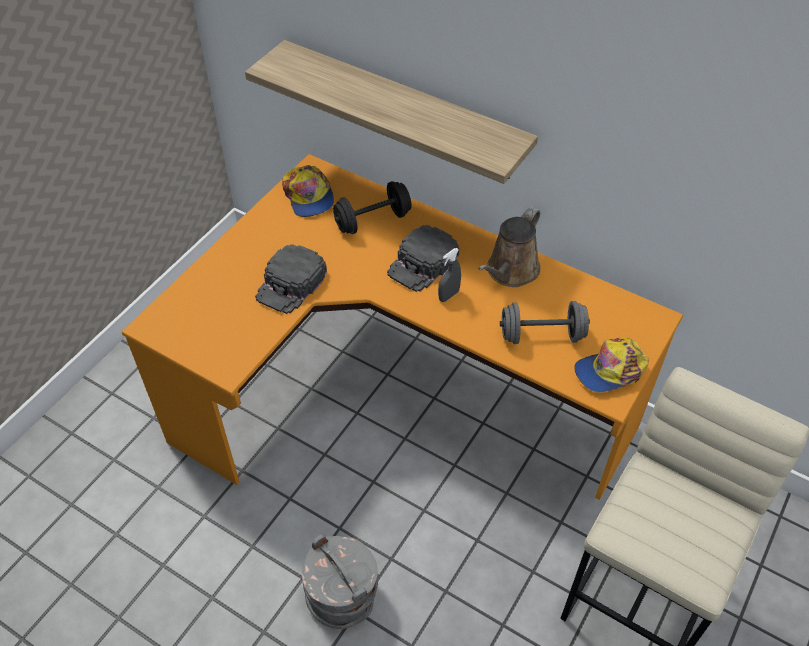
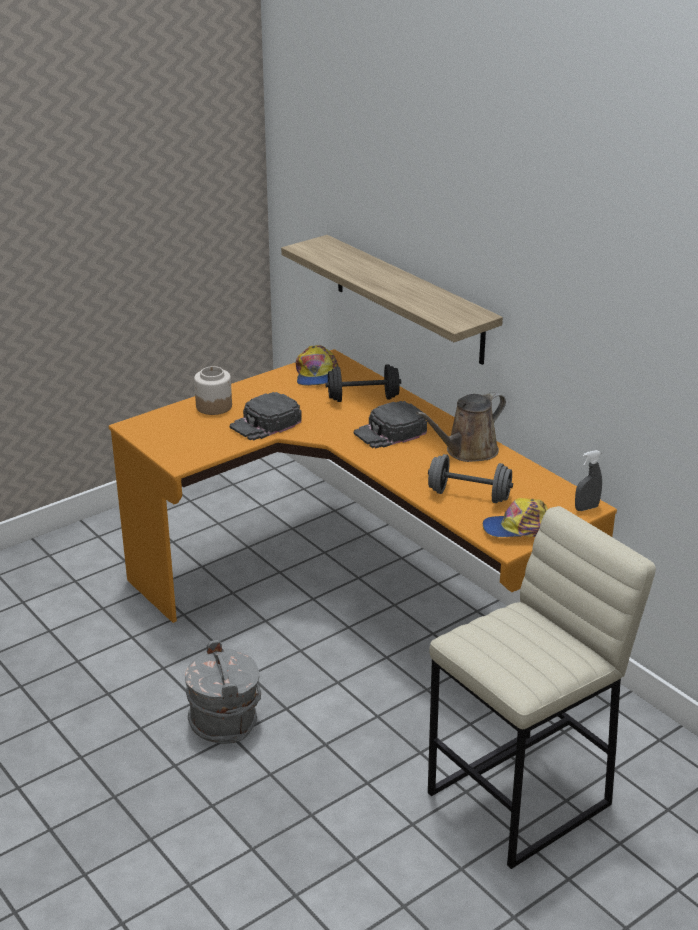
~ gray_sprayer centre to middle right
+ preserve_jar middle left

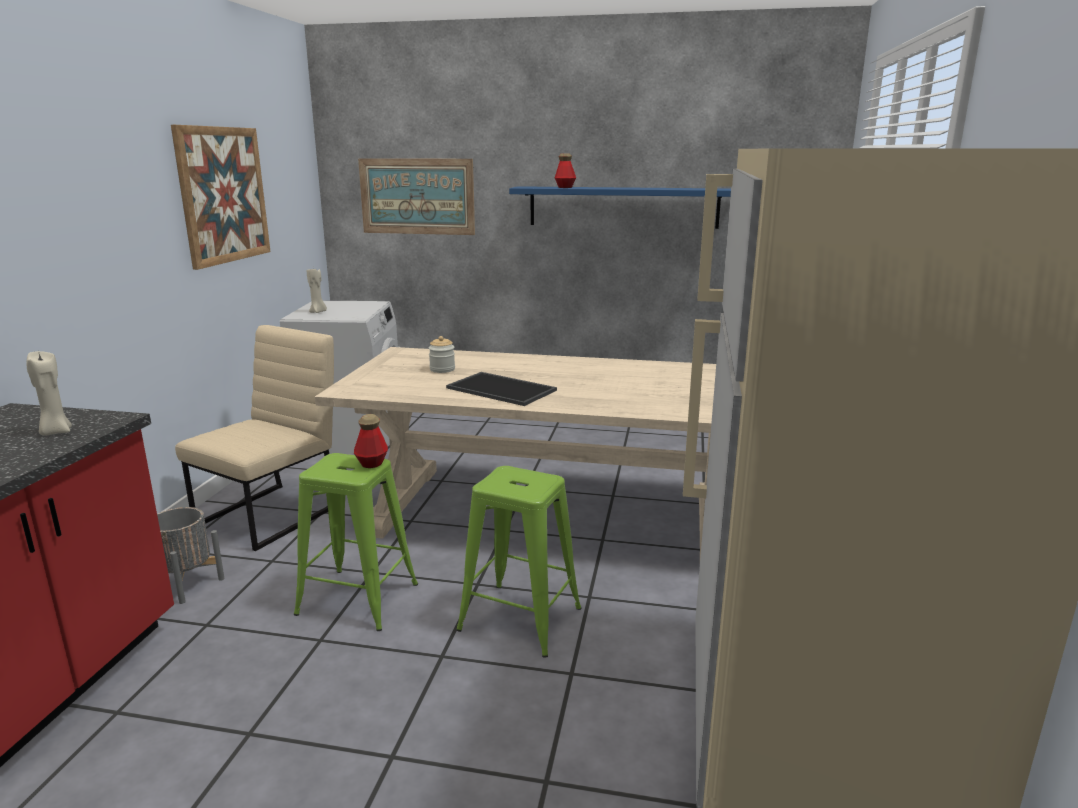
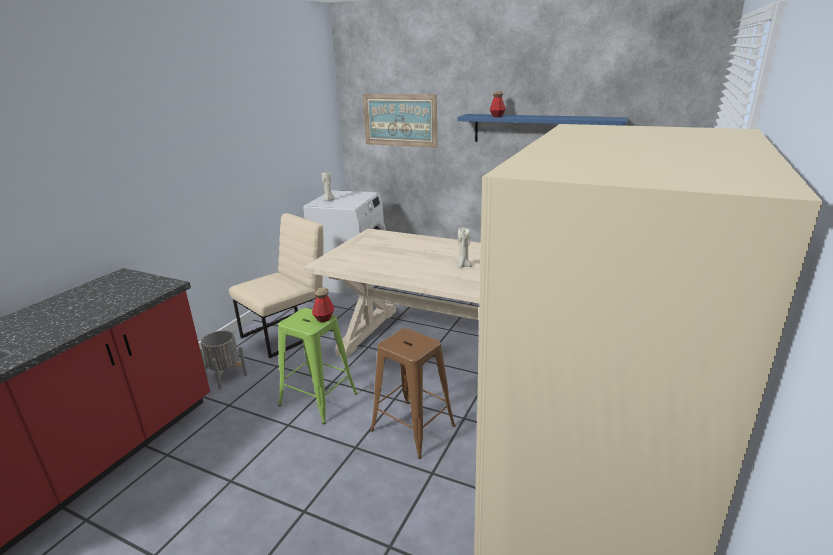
~ sand-coloured_wax_light (no. 1 from left in the first image) middle left to sand-coloured_wax_light (no. 2 from left) centre
- picture (no. 1 from left) top left
- preserve_jar centre
- carrying_tray centre
~ green-coloured_stool (no. 2 from left) bottom centre to brown-coloured_stool bottom centre

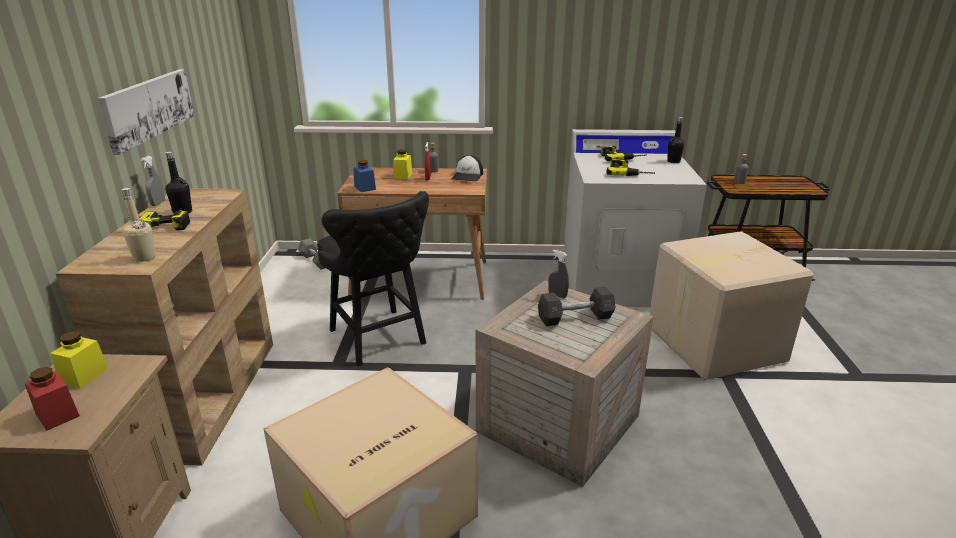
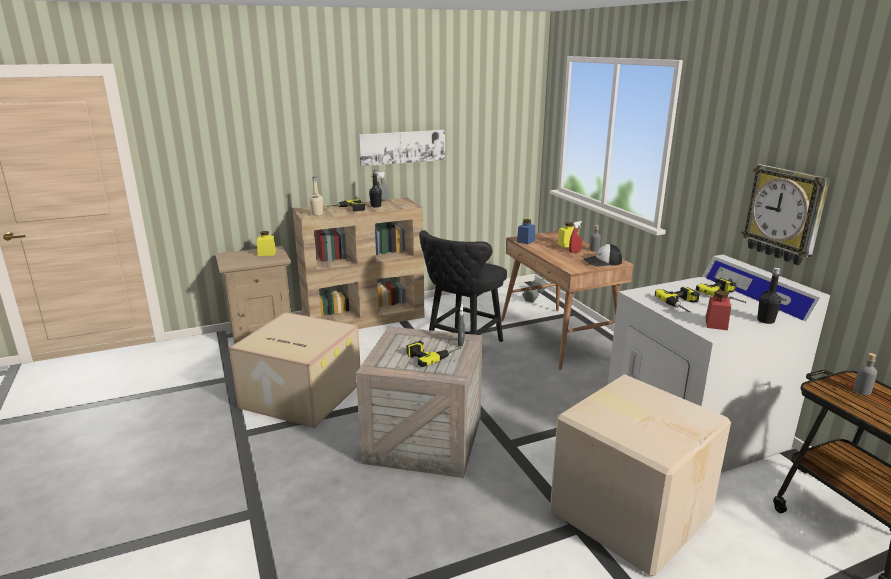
~ reddish_preserve_jar bottom left to middle right
~ gray_hand_weight (no. 2 from left) centre to electric_drill (no. 2 from left) centre
+ wall_clock middle right

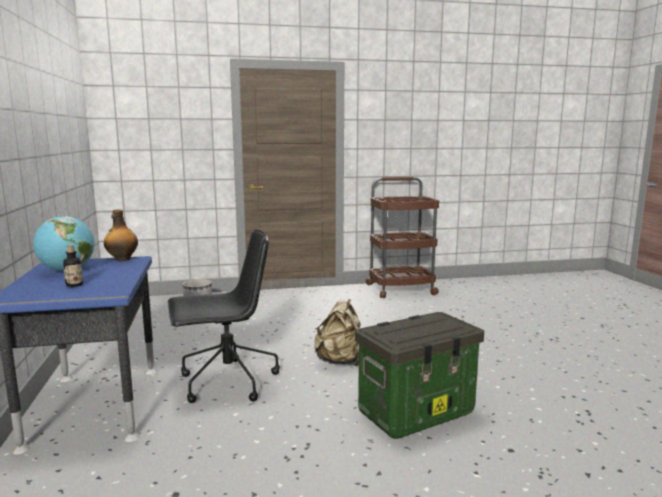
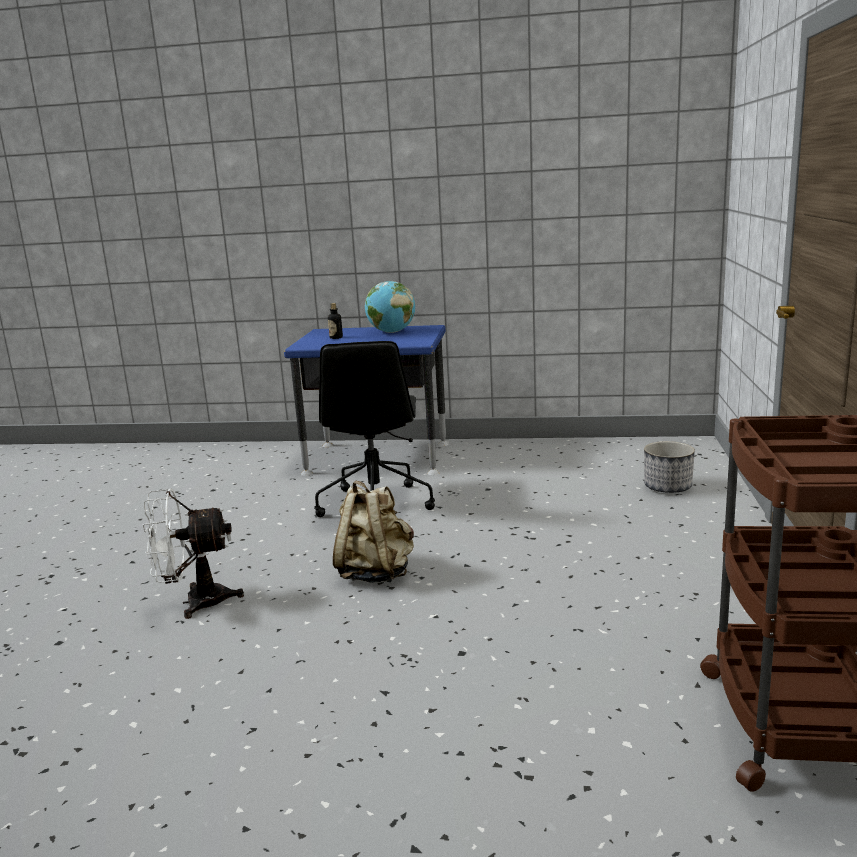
- drink_bottle (no. 2 from left) middle left
~ storage_container bottom centre to whitish_fan middle left

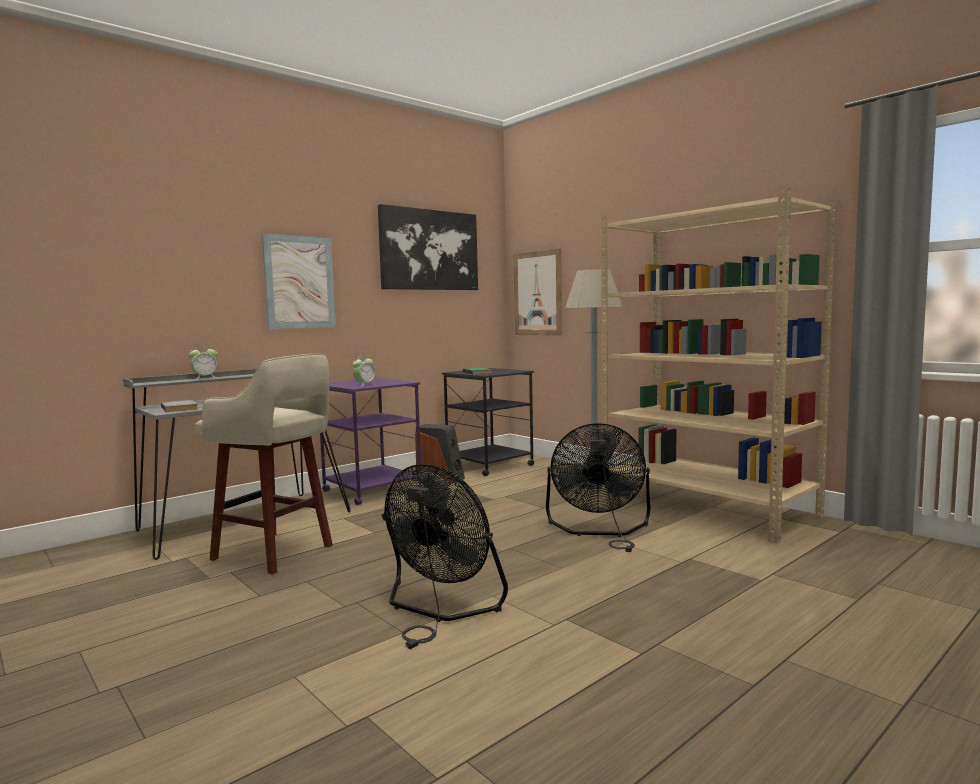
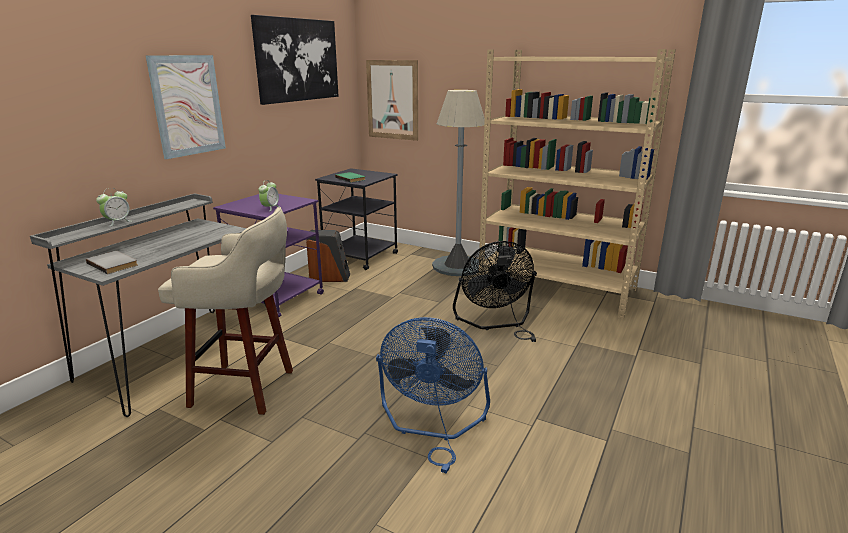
~ black-coloured_fan (no. 1 from left) bottom centre to blue-coloured_fan bottom centre

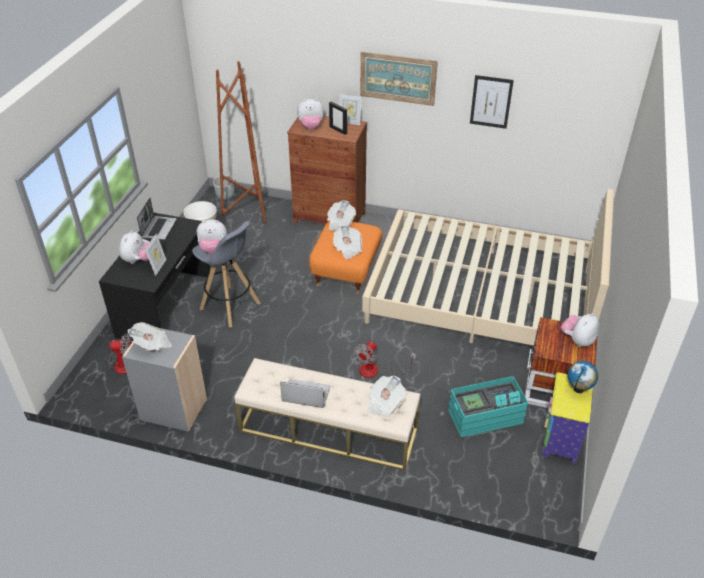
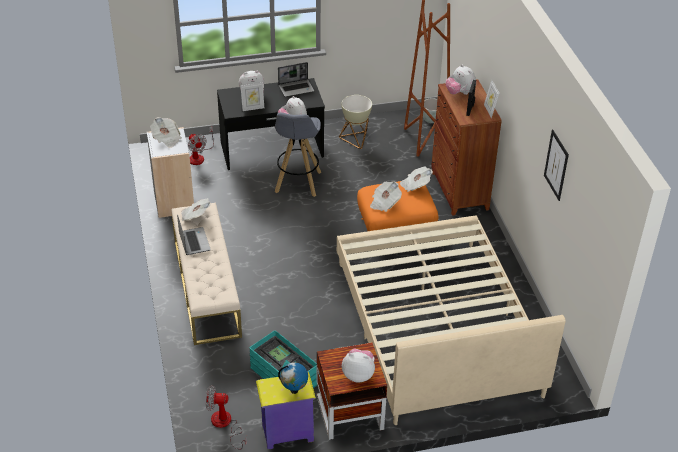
~ fan (no. 2 from left) centre to bottom centre
- picture (no. 1 from left) top centre
~ printed_paper (no. 4 from left in the first image) bottom centre to printed_paper (no. 2 from left) middle left

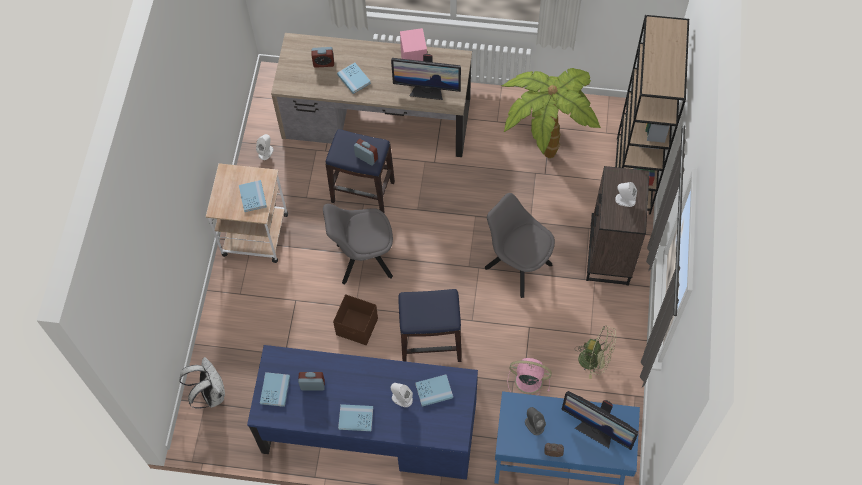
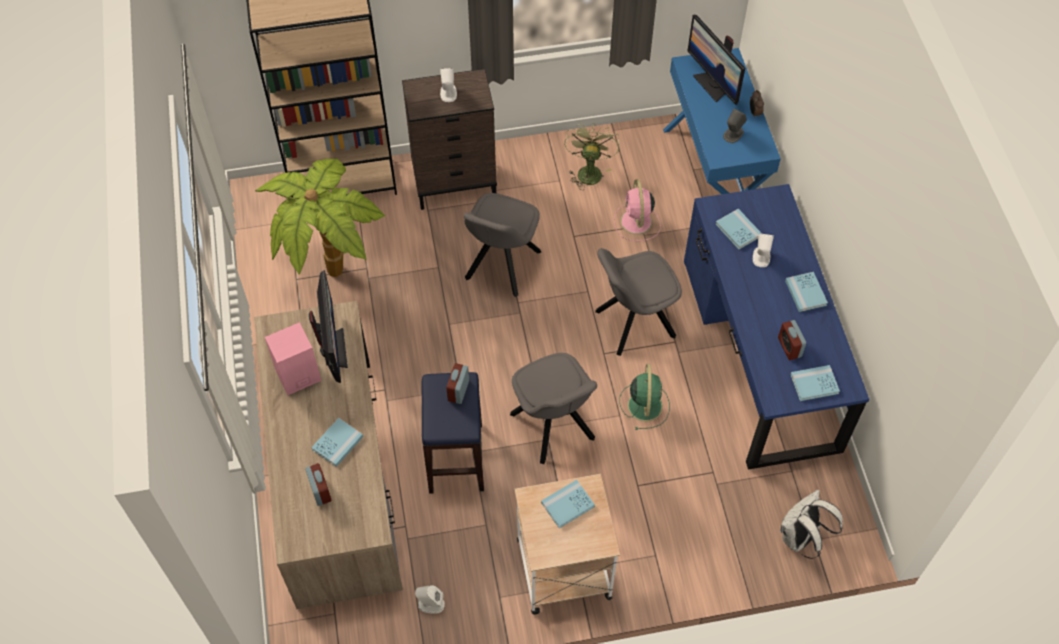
~ brown-coloured_storage_container centre to green-coloured_fan (no. 2 from left) centre
~ stool (no. 2 from left) bottom centre to gray_chair (no. 3 from left) centre
~ computer_screen (no. 2 from left) bottom right = top right 135 degrees clockwise

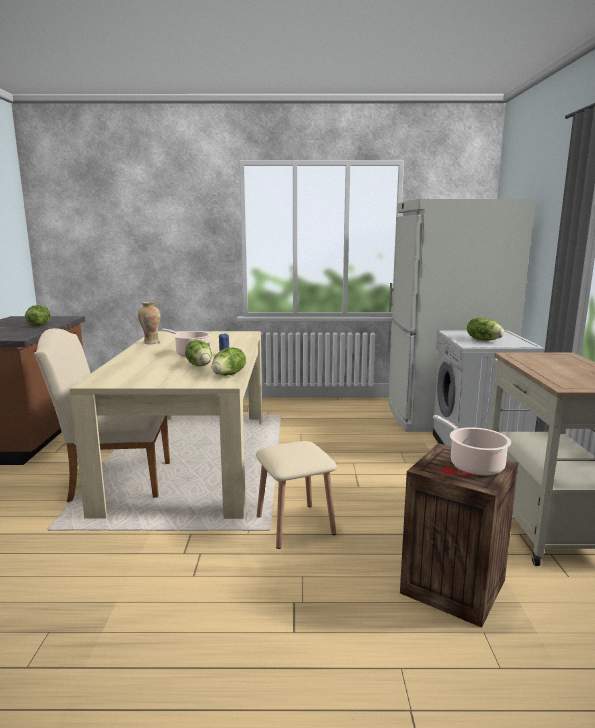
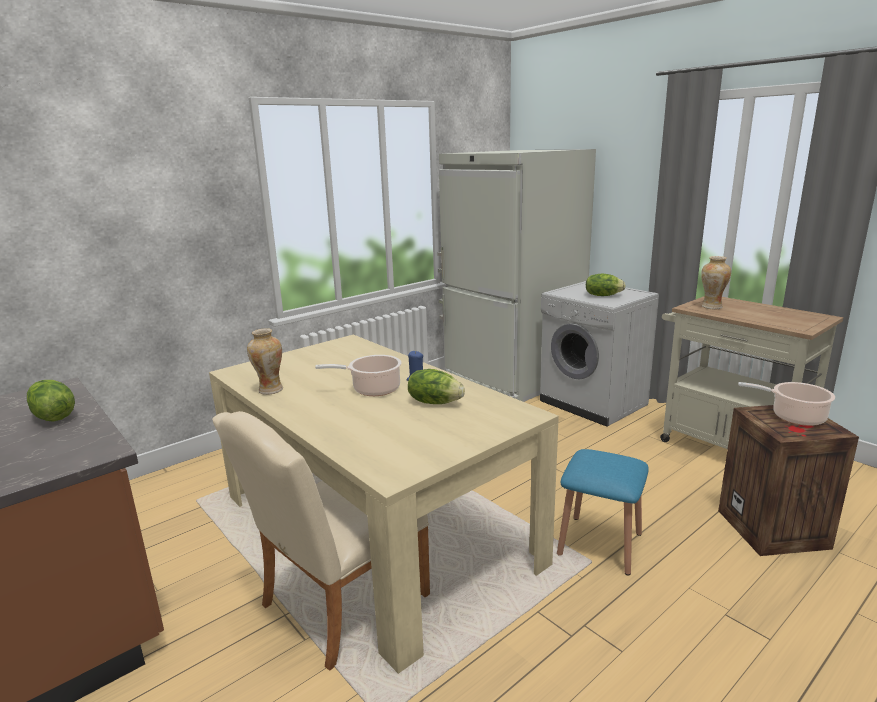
- lettuce (no. 3 from left) centre
~ sand-coloured_stool bottom centre to blue-coloured_stool bottom right
+ vase (no. 2 from left) middle right

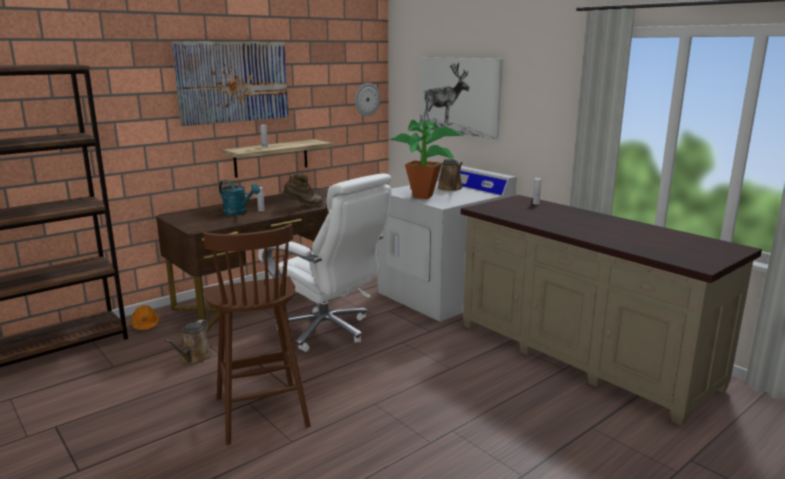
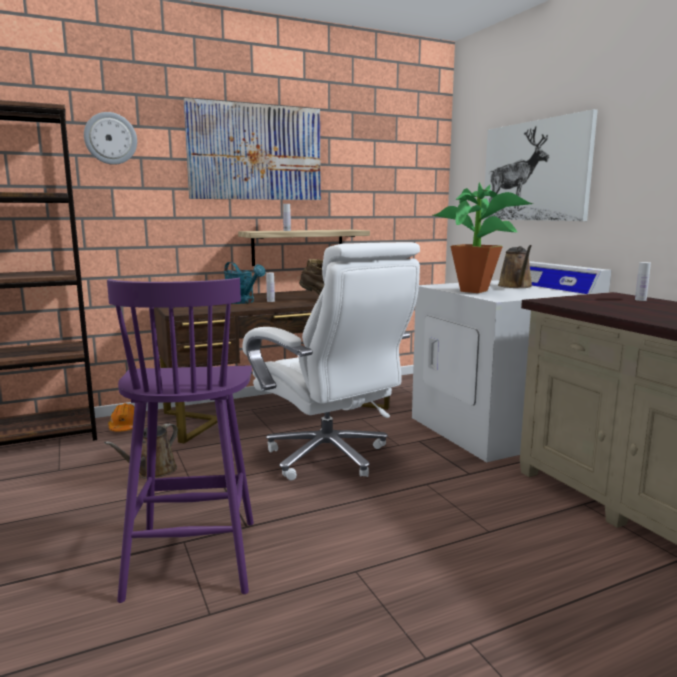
~ brown-coloured_stool bottom left to purple_stool middle left
~ wall_clock top centre to top left

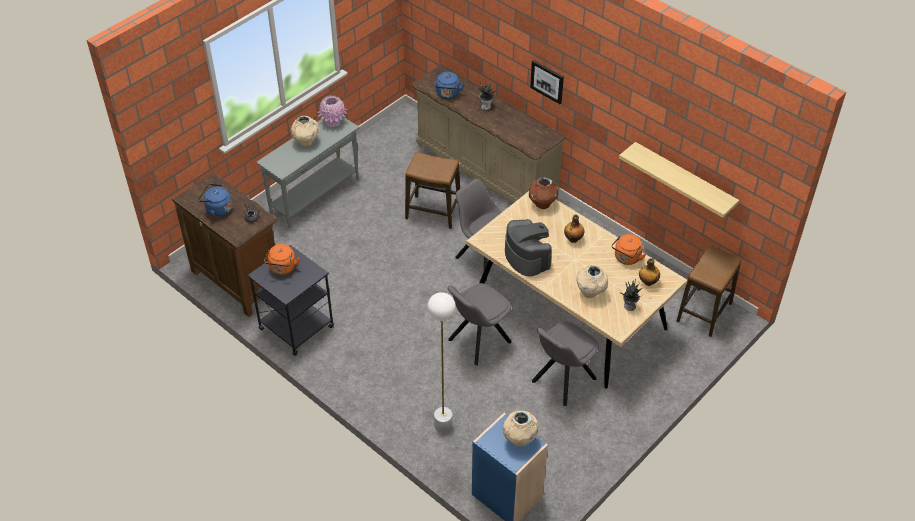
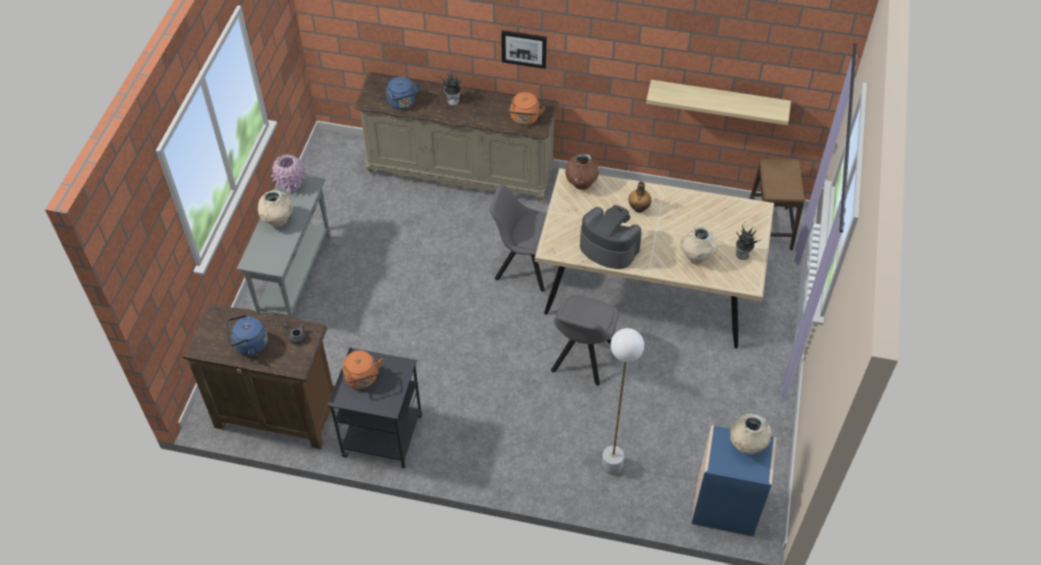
- stool (no. 1 from left) centre
- gray_chair (no. 3 from left) bottom centre
~ orangey_kettle (no. 2 from left) middle right to top centre
- drink_bottle (no. 2 from left) middle right

